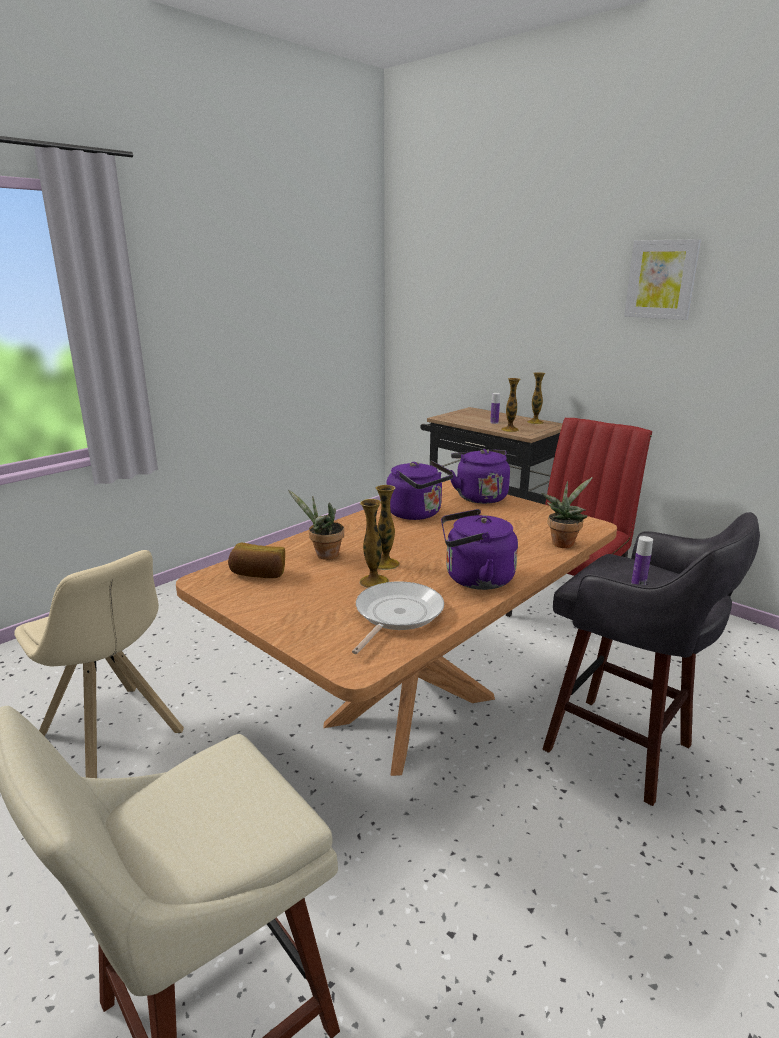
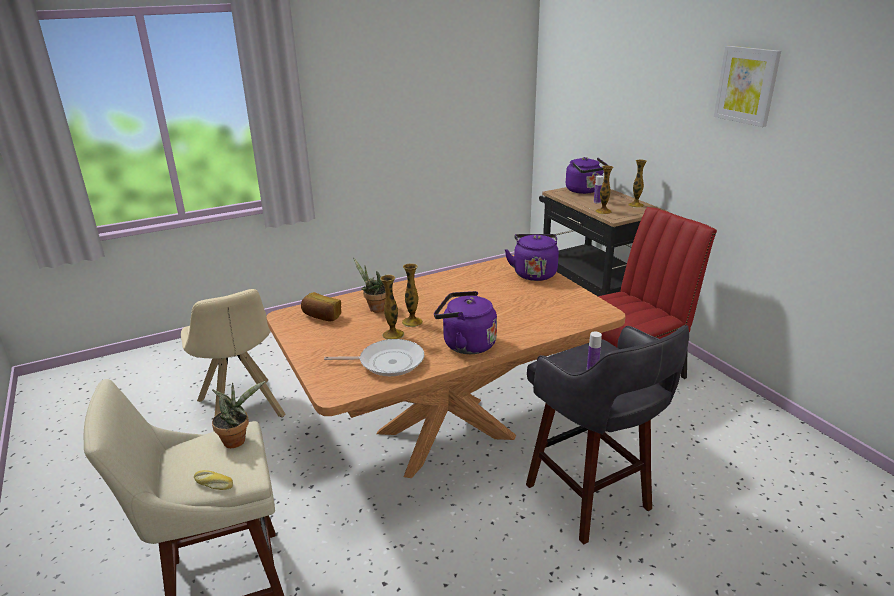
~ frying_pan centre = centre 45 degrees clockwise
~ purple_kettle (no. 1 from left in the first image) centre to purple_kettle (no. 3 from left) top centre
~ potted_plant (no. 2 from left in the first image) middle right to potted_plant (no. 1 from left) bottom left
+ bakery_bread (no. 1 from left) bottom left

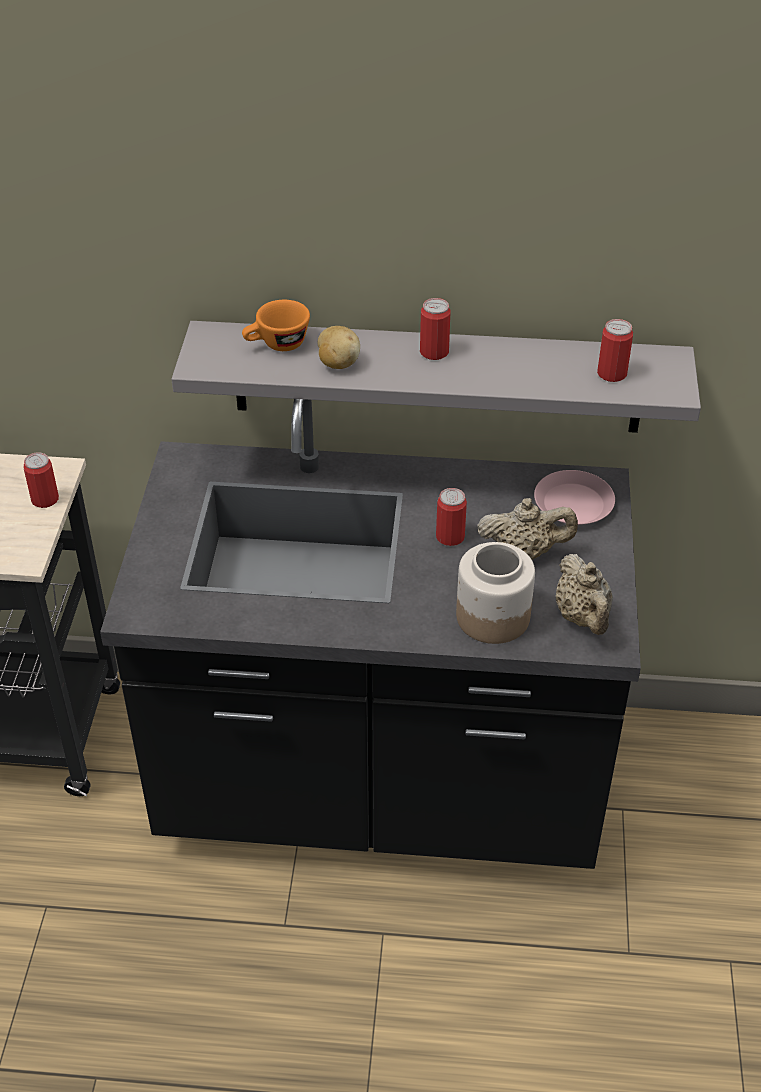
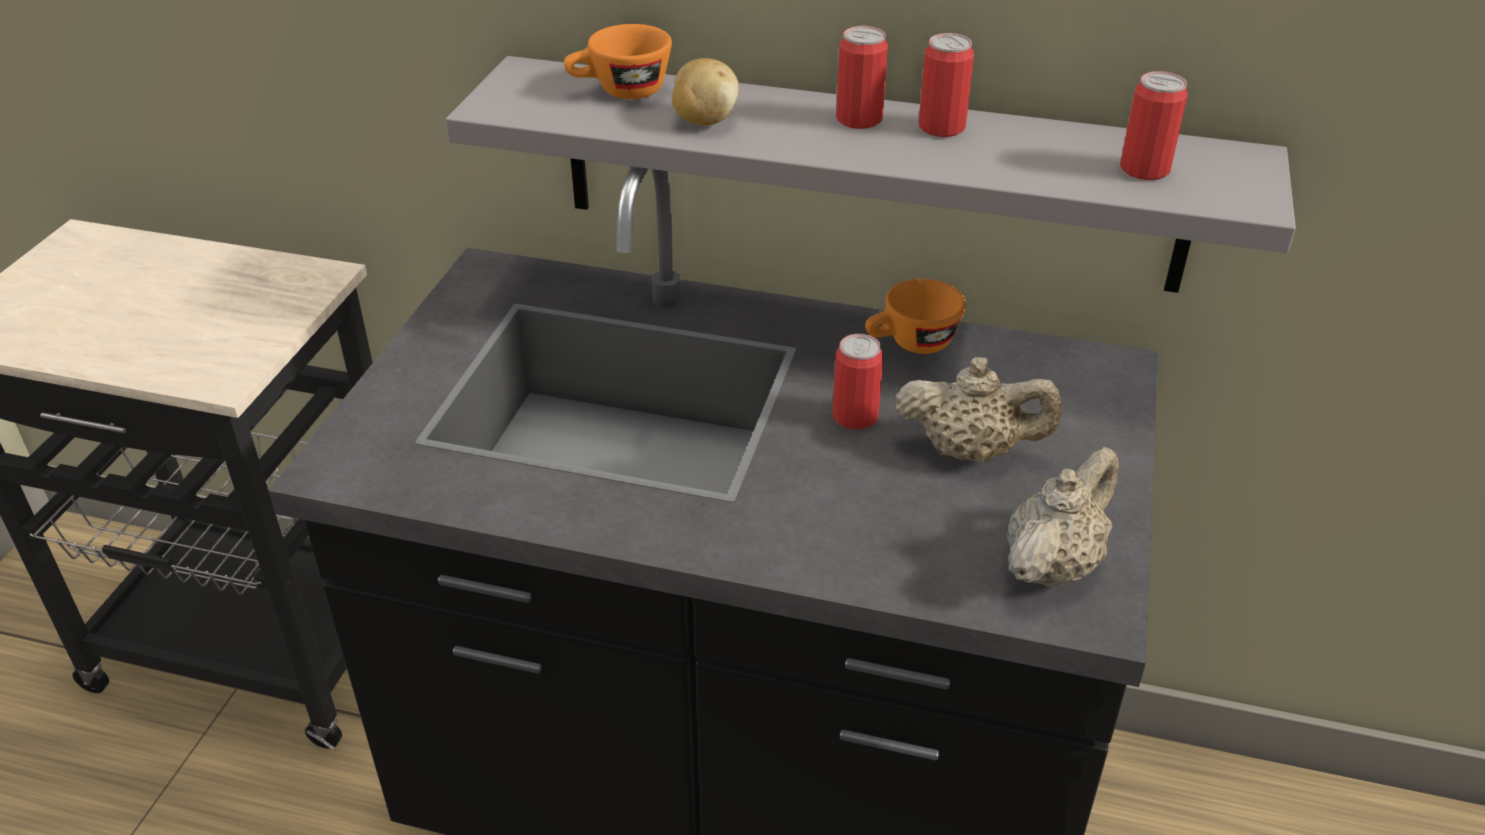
~ sealed_can (no. 1 from left in the first image) middle left to sealed_can (no. 3 from left) top centre
- preserve_jar centre
- pink-coloured_flat_dish middle right
~ sand-coloured_pot_for_tea (no. 2 from left) middle right = middle right 135 degrees counterclockwise
+ orangey_cup (no. 2 from left) centre

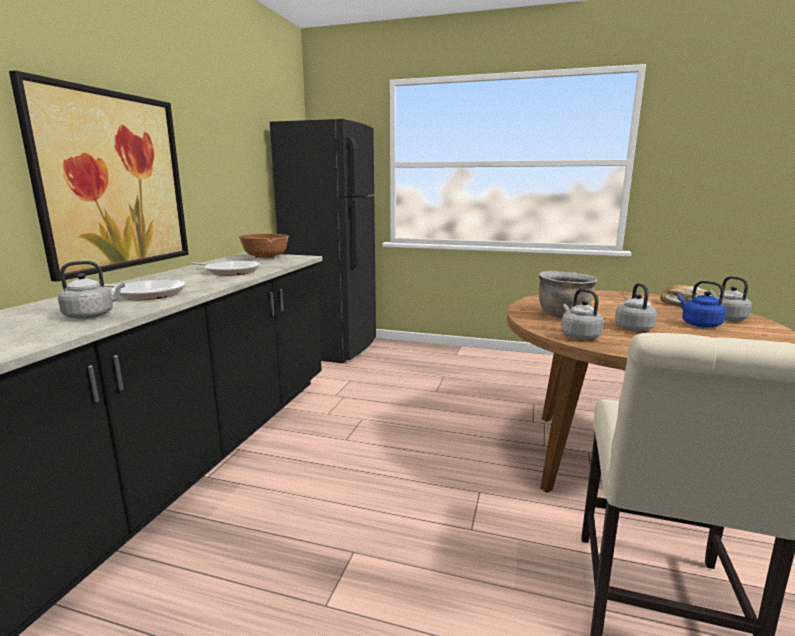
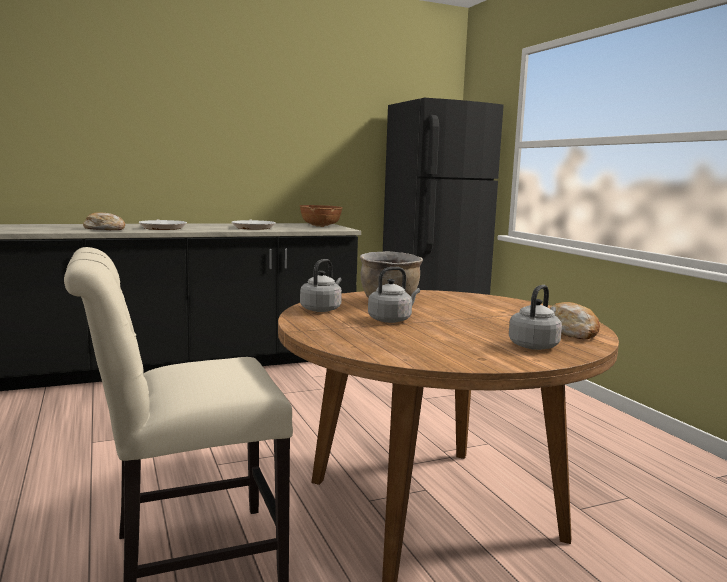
- picture top left
~ gray_kettle (no. 1 from left) middle left to bakery_bread (no. 1 from left) middle left
- blue-coloured_kettle middle right

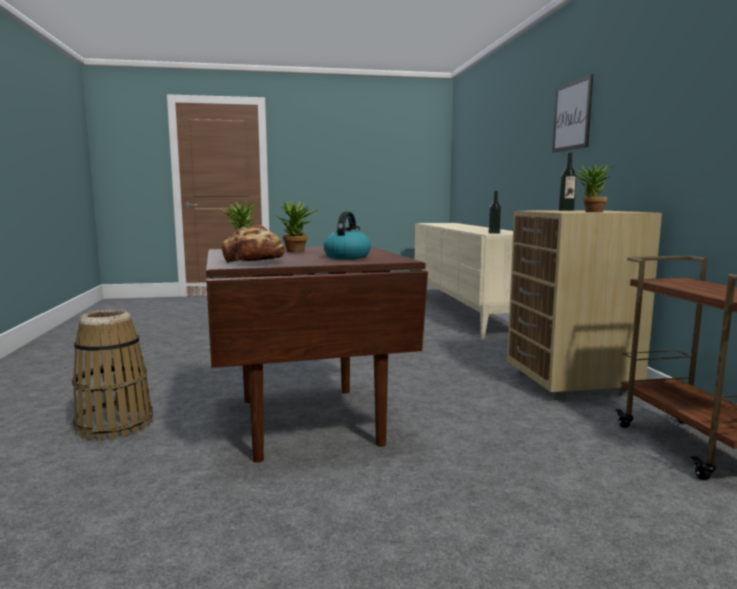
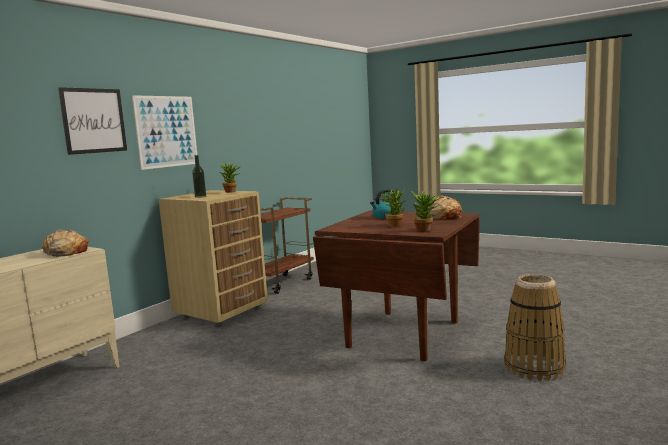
~ drink_bottle (no. 1 from left) middle right to bakery_bread (no. 1 from left) middle left
+ picture (no. 2 from left) top left

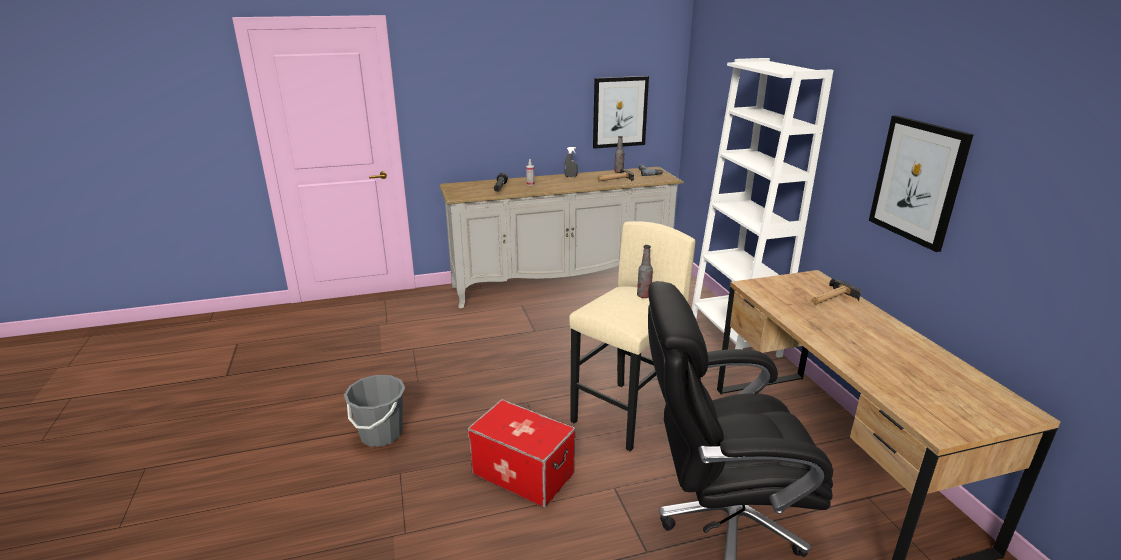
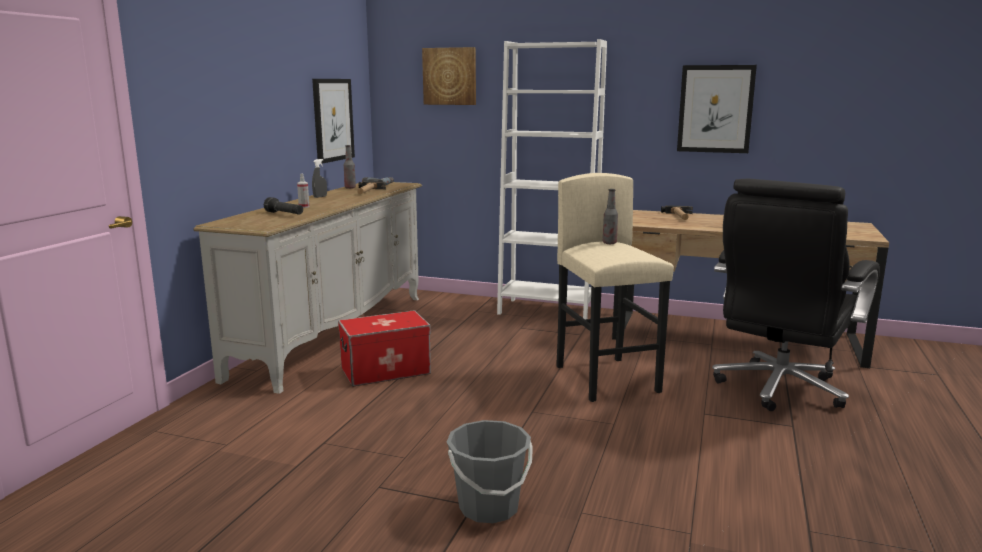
~ storage_container bottom centre to centre
+ picture (no. 2 from left) top centre

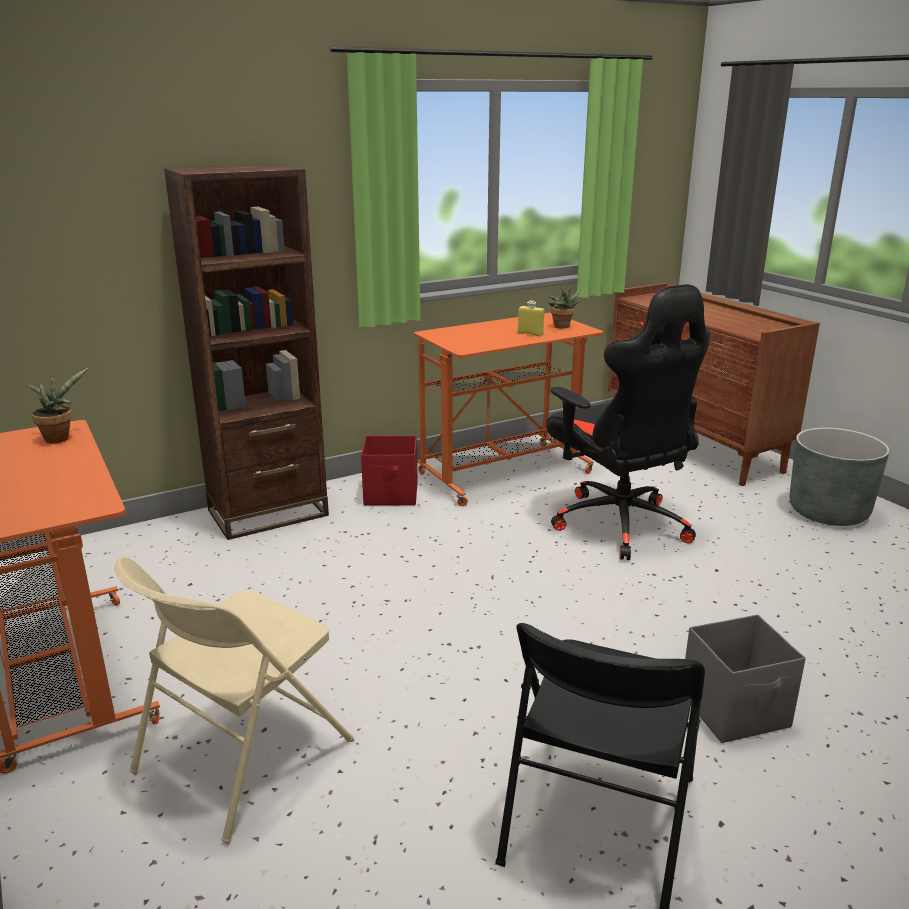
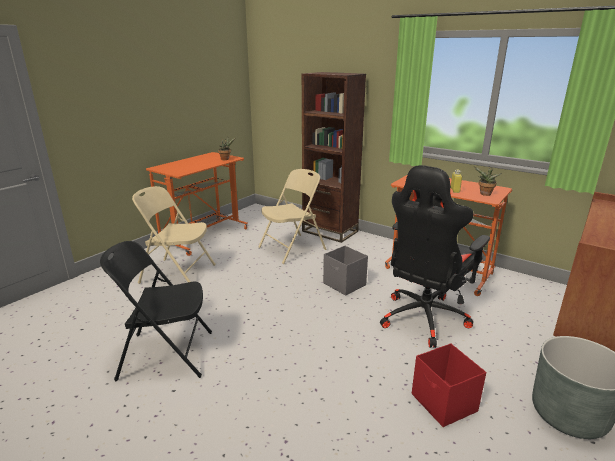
~ reddish_storage_container centre to bottom right
~ gray_storage_container bottom right to centre
+ sand-coloured_chair (no. 2 from left) centre

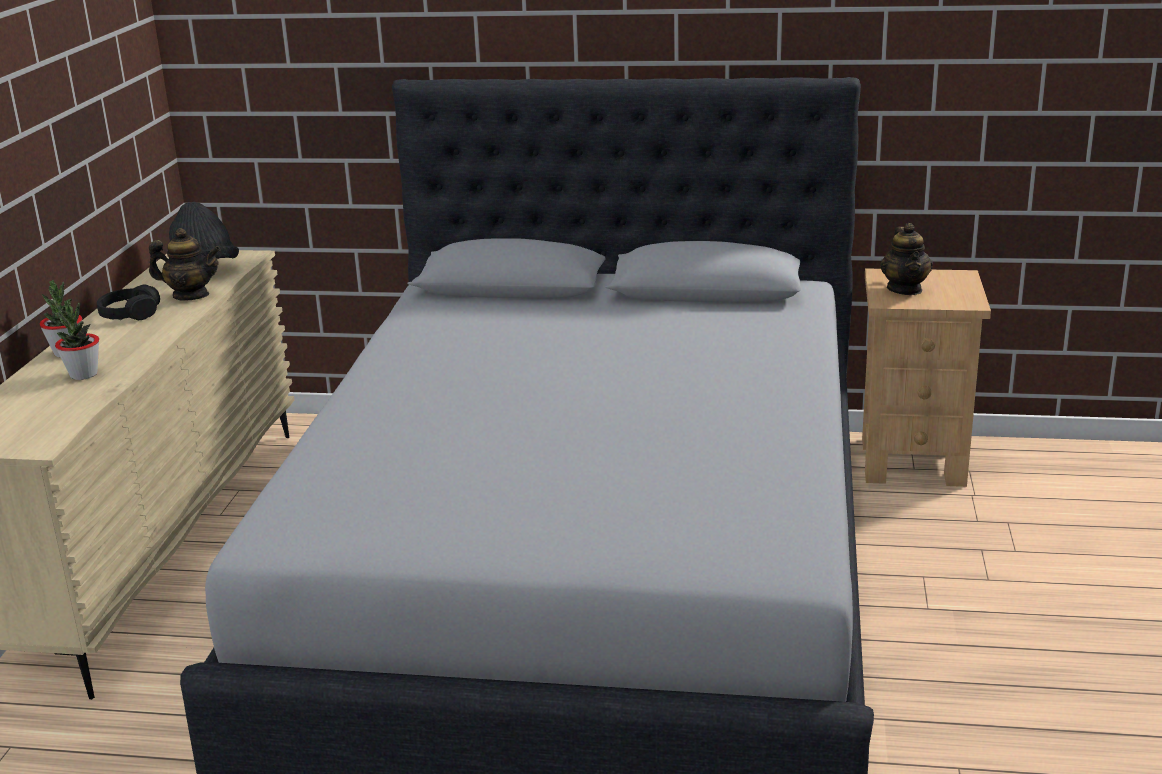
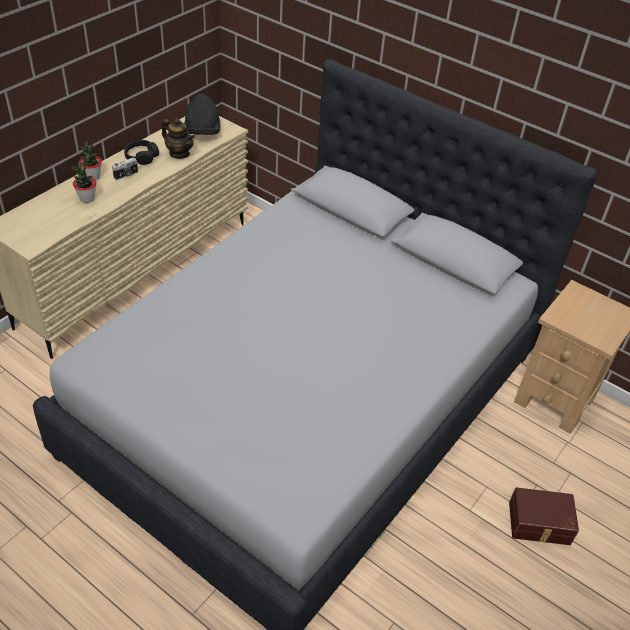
- pot_for_tea (no. 2 from left) middle right
+ photo_camera top left
+ brown-coloured_storage_container bottom right

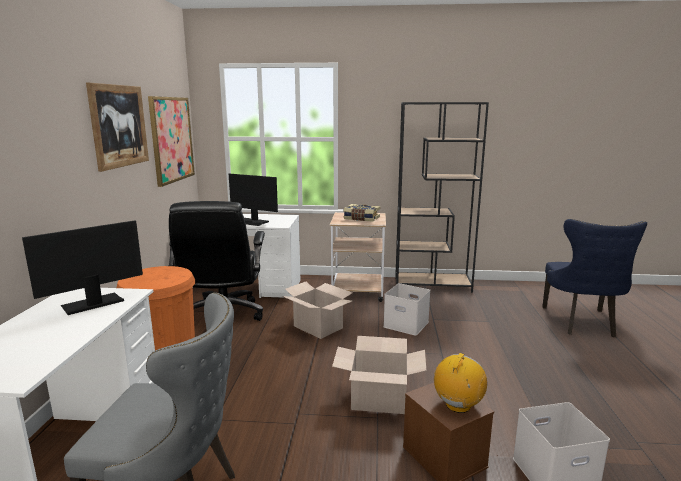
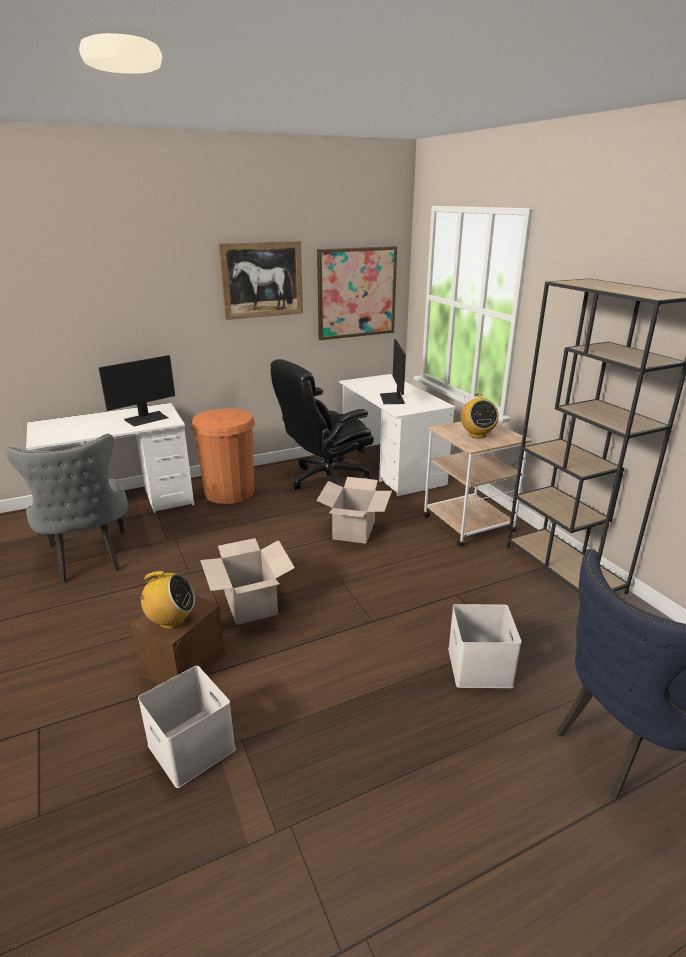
~ computer_screen (no. 1 from left) middle left = middle left 120 degrees clockwise
~ volume centre to radio_receiver (no. 2 from left) middle right
~ whitish_storage_container (no. 1 from left in the first image) centre to whitish_storage_container (no. 2 from left) bottom right

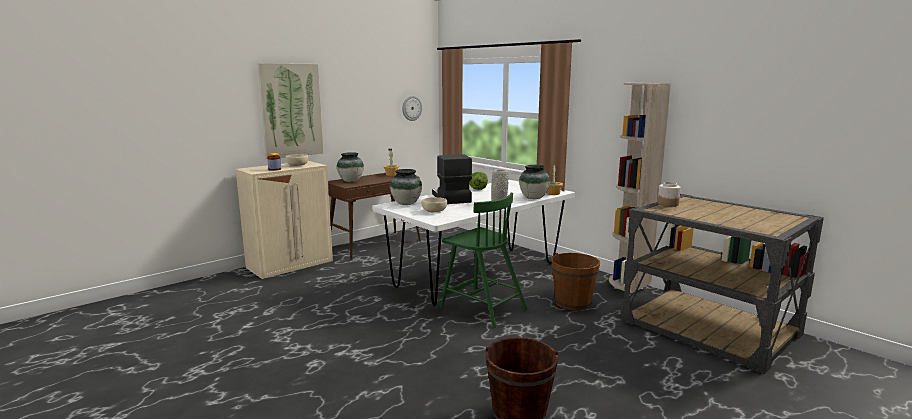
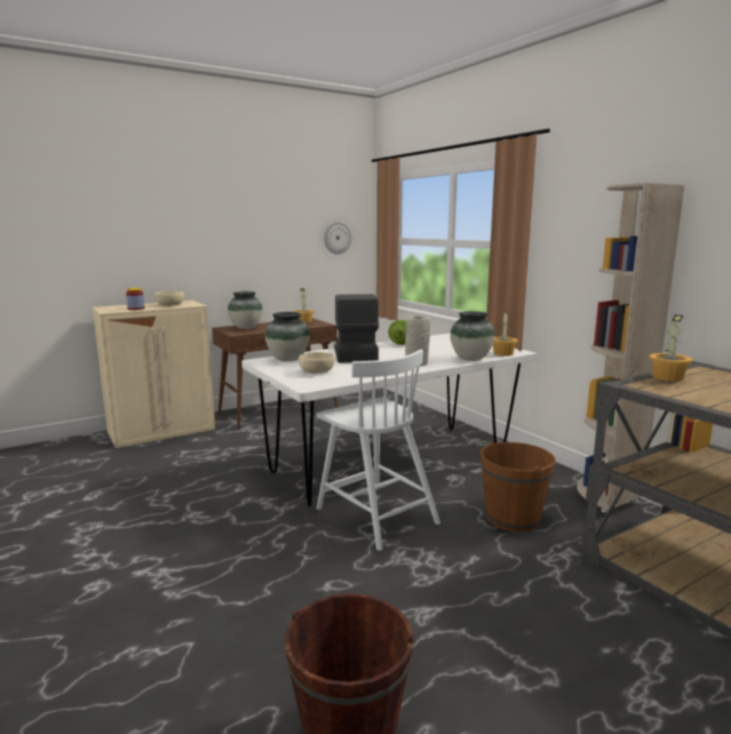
- picture top left
~ green-coloured_chair centre to whitish_chair centre
~ preserve_jar (no. 2 from left) middle right to potted_plant (no. 3 from left) middle right

